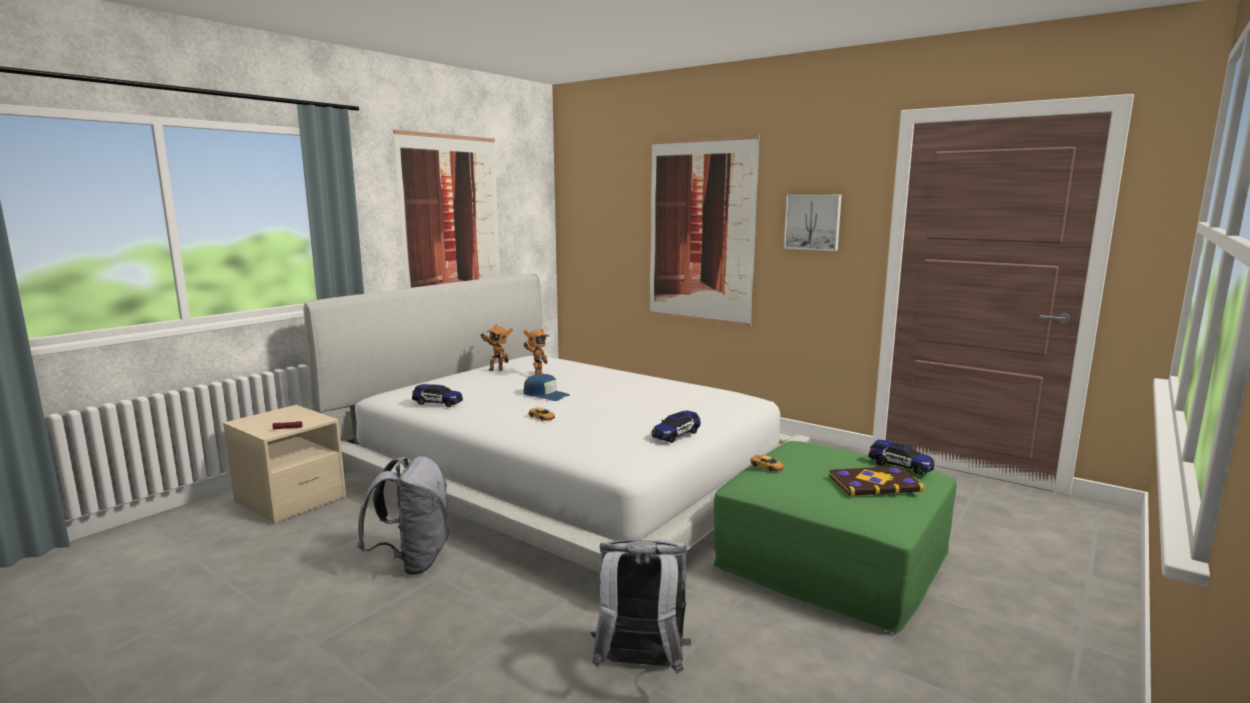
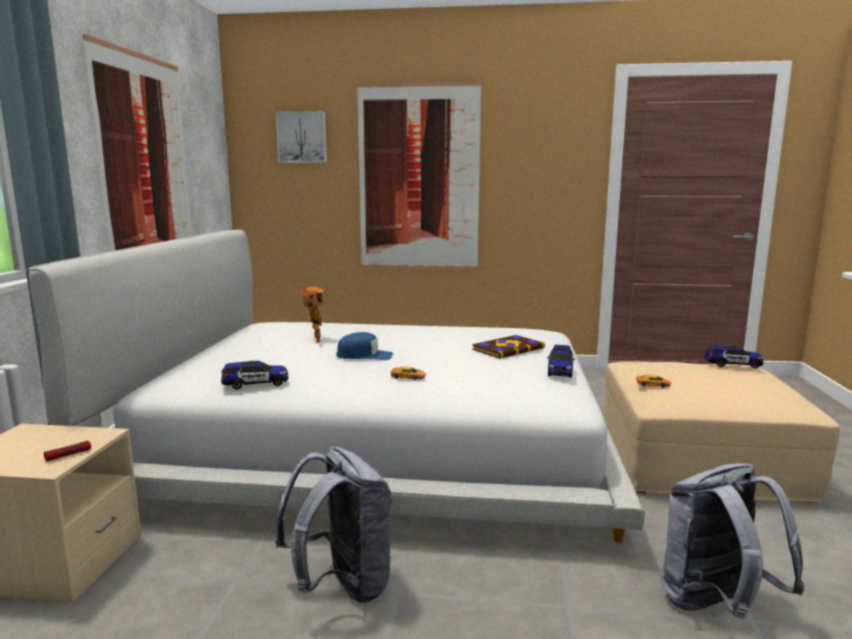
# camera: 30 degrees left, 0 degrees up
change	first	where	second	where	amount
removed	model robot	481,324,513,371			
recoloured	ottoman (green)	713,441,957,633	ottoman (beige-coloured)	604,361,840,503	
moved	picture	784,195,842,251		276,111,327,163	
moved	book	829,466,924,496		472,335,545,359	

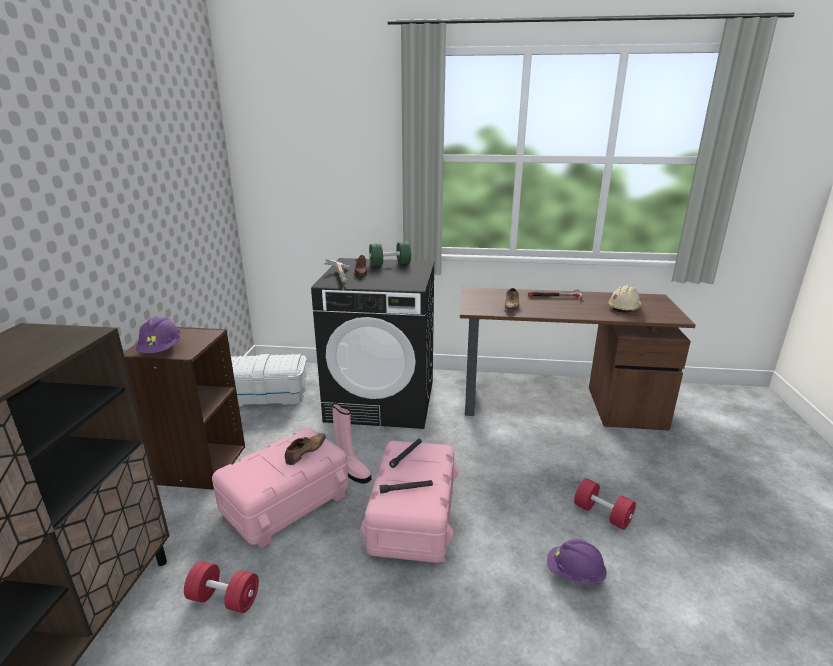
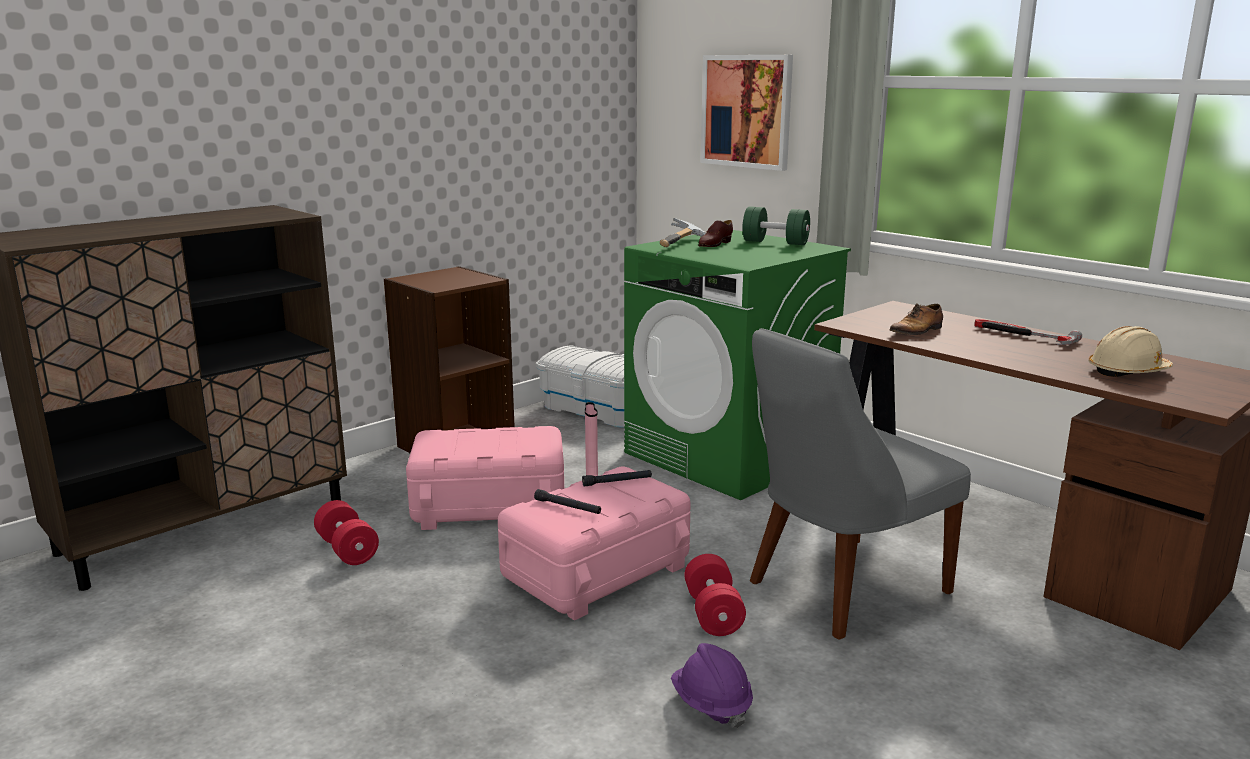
# camera: 40 degrees right, 5 degrees down
change	first	where	second	where	amount
removed	work helmet (purple)	136,317,182,353			
removed	low shoe	285,433,326,465			
recoloured	laundry machine (black)	311,258,435,429	laundry machine (green)	624,230,851,500	
moved	dumbbell (reddish)	574,478,636,530		684,554,746,636	
added			picture	700,55,793,171	
added			upright chair (gray)	750,328,971,640	

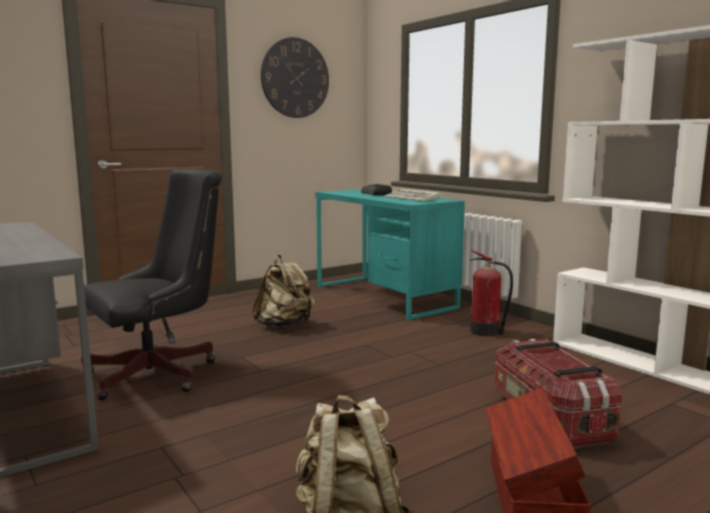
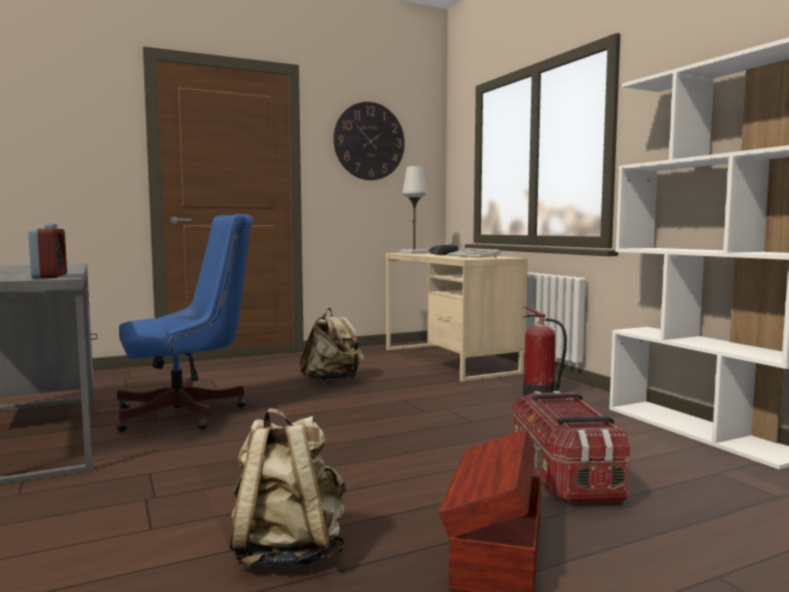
# camera: 10 degrees right, 5 degrees down
change	first	where	second	where	amount
recoloured	desk chair (black)	81,169,222,400	desk chair (bluish)	116,214,254,432	
recoloured	desk table (blue-green)	315,189,465,320	desk table (beige-coloured)	385,253,528,382	
added			alarm clock	28,223,67,278	
added			table lamp (white)	400,166,429,254	

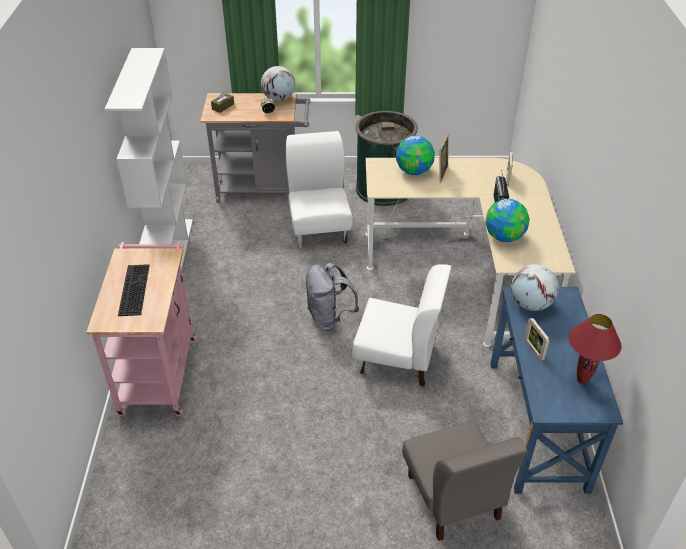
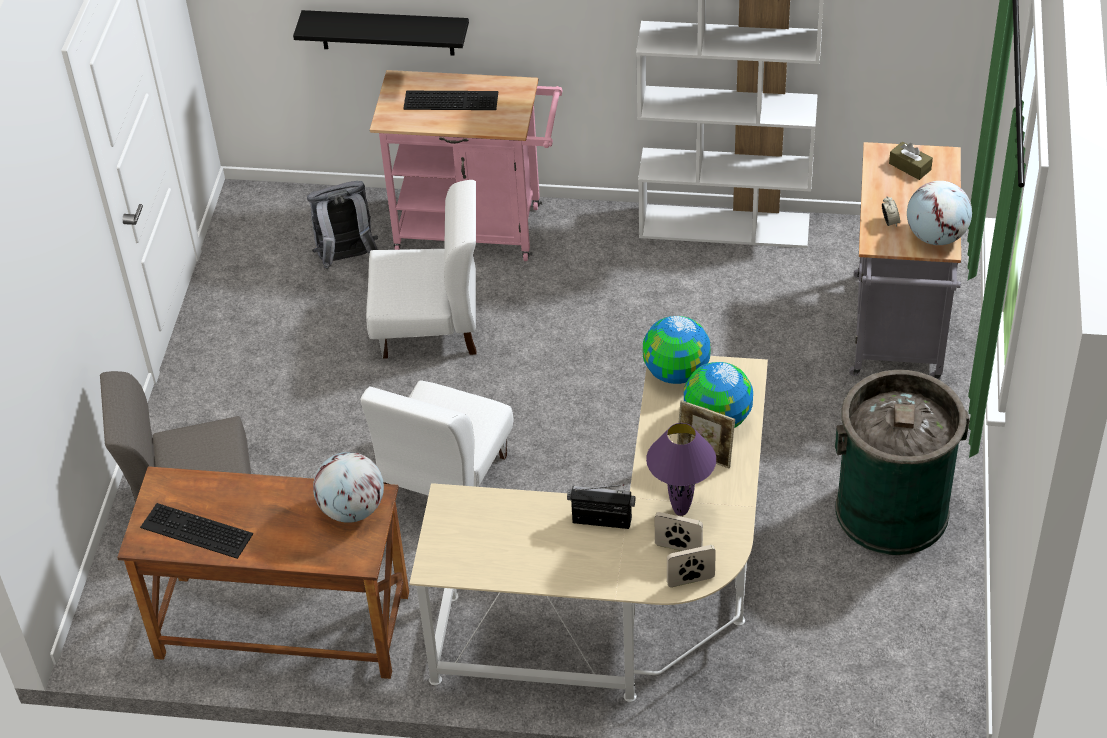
# camera: 100 degrees right, 5 degrees up
change	first	where	second	where	amount
moved	upright chair (white)	286,131,352,248		366,180,476,359	
moved	knapsack (gray)	306,263,359,331		307,181,378,270	
moved	desk globe	485,199,530,242		643,316,710,384	
recoloured	desk table (bluish)	490,287,623,494	desk table (brown)	117,466,409,679	
moved	picture frame	524,318,549,361		667,545,716,587	
replaced	table lamp (reddish)	569,314,621,384	computer keyboard	140,503,253,559	
added			wall shelf (black)	293,10,469,56	
added			table lamp (purple)	646,423,716,516	

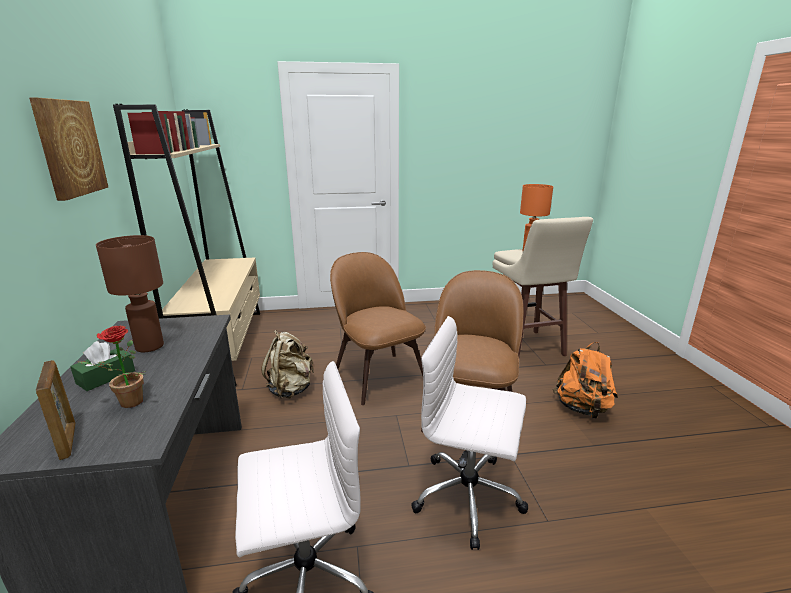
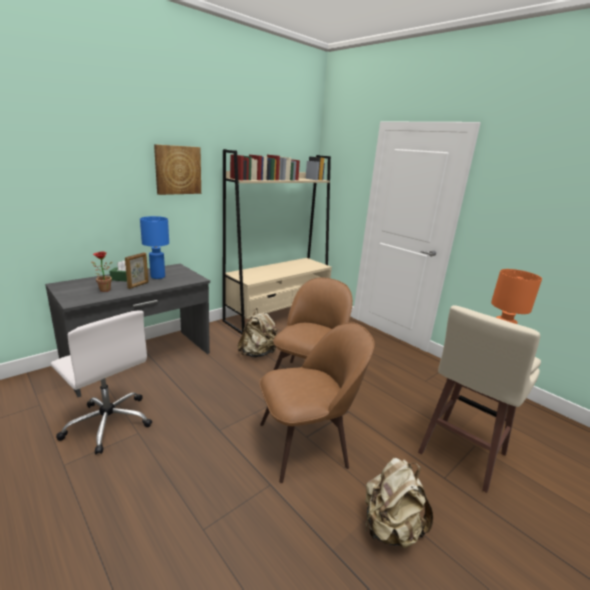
# camera: 55 degrees right, 0 degrees up
change	first	where	second	where	amount
moved	picture frame	36,360,75,460		125,252,148,289	
recoloured	table lamp (brown)	96,235,164,352	table lamp (bluish)	140,216,169,279	
removed	desk chair (white)	411,316,528,550			
recoloured	knapsack (orange)	553,342,618,418	knapsack (beige-coloured)	365,458,433,548	

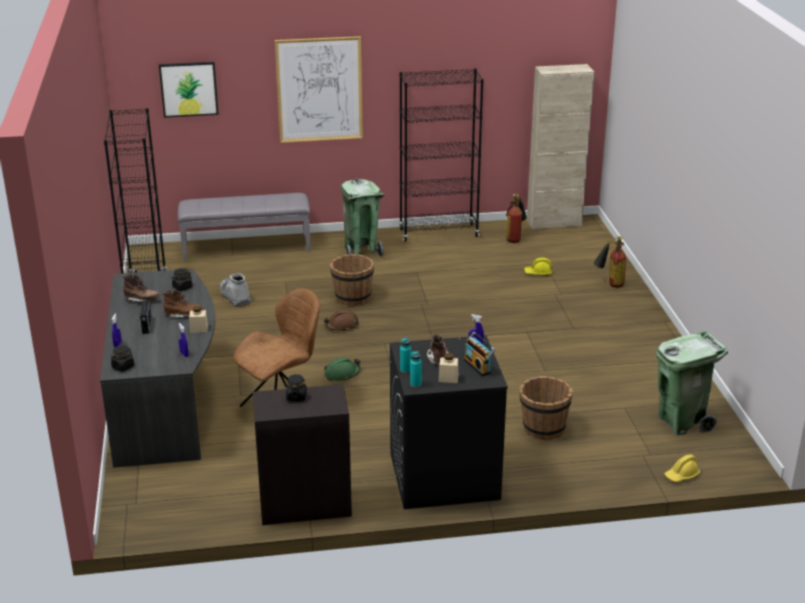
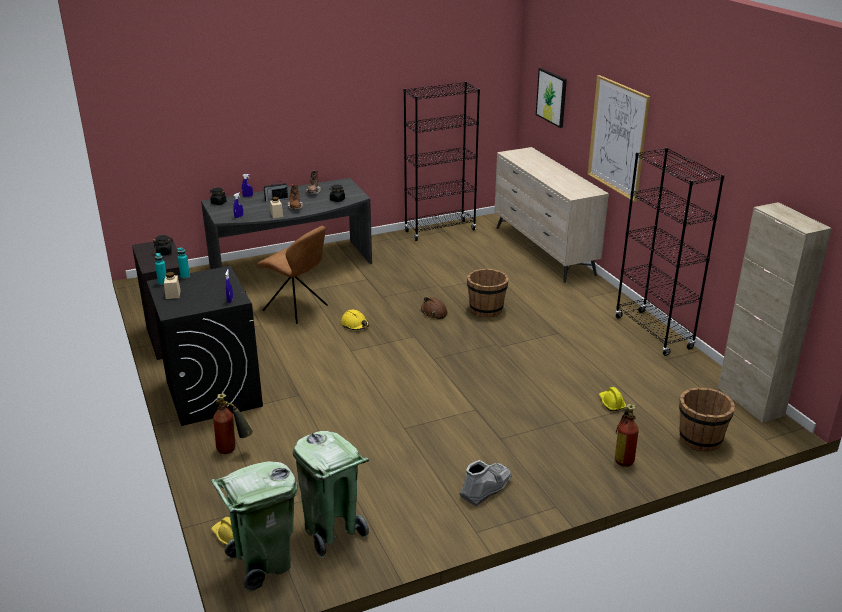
# camera: 75 degrees right, 0 degrees up
change	first	where	second	where	amount
replaced	indoor bench (gray)	178,193,310,260	chest of drawers (beige-coloured)	495,147,609,283	
moved	boot (gray)	220,273,251,307		460,460,512,506	
recoloured	work helmet (green)	324,357,360,381	work helmet (yellow-coloured)	341,310,369,330	
moved	waste bin (green)	340,178,385,257		211,461,298,592	
removed	boot (brown)	427,334,449,364			
removed	radio receiver	464,332,495,376			
moved	extinguisher	506,194,527,243		213,393,253,454	
moved	bucket (brown)	519,376,573,440		679,387,735,452	

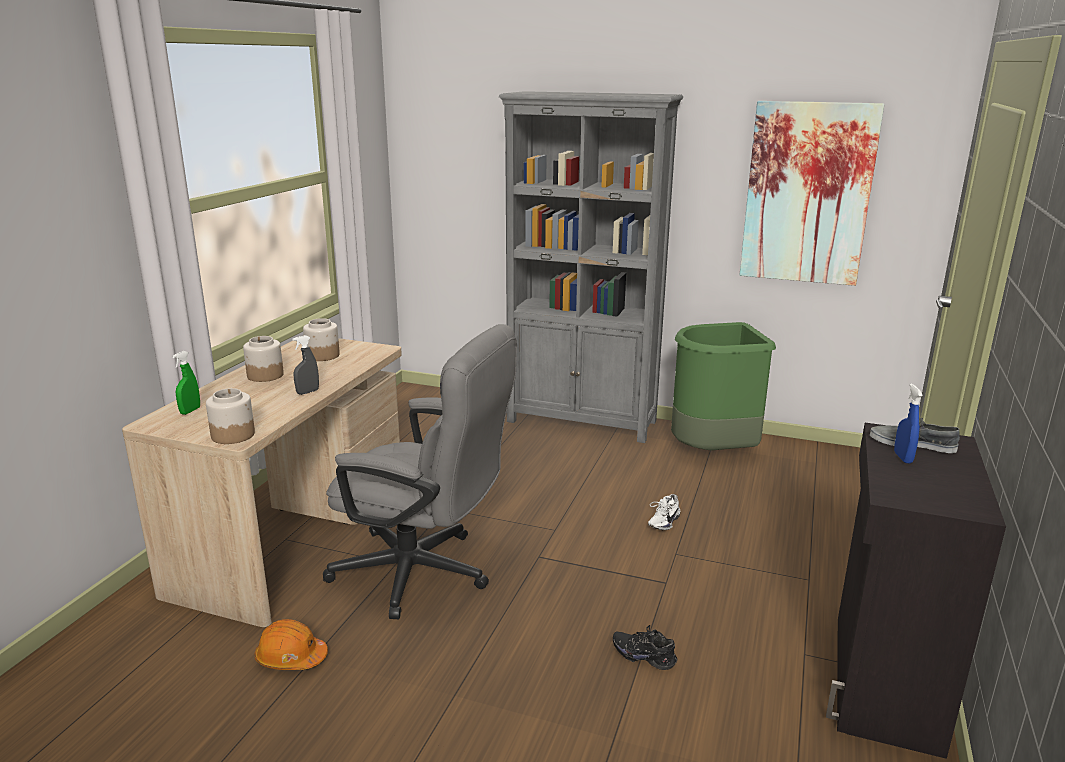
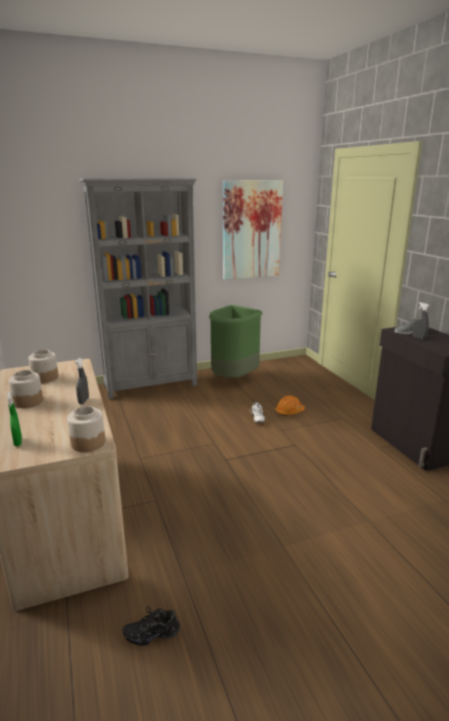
# camera: 40 degrees left, 0 degrees up
change	first	where	second	where	amount
moved	work helmet (orange)	255,619,328,670		275,395,305,416	
removed	desk chair (gray)	323,324,517,619			
moved	low shoe (black)	613,625,677,670		123,606,180,646	
recoloured	hand sprayer (bluish)	894,384,923,463	hand sprayer (gray)	412,302,429,339	

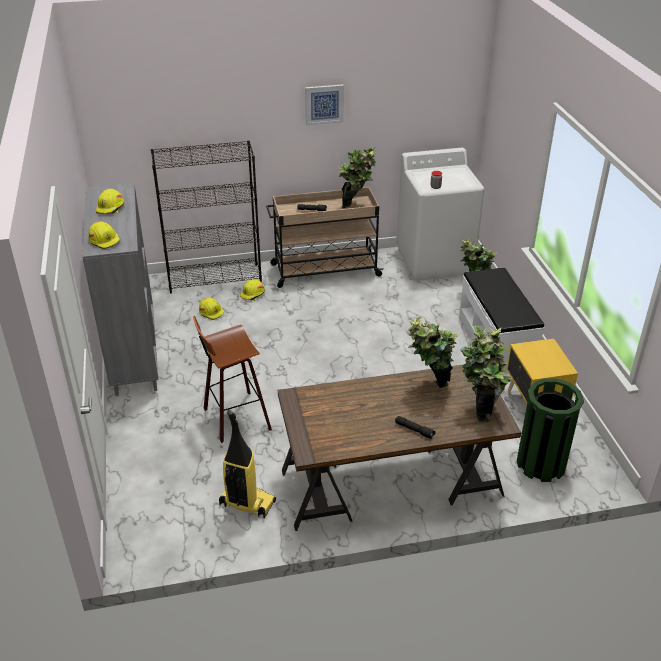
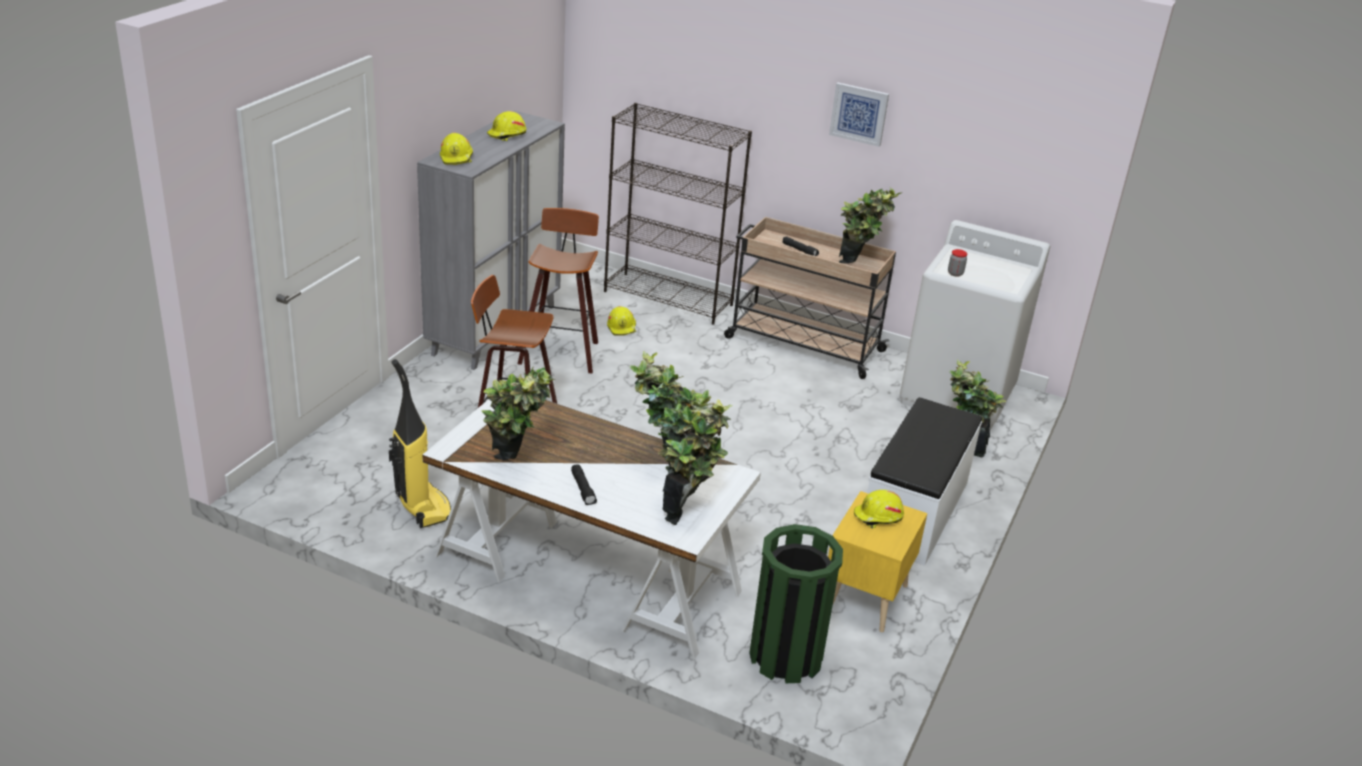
# camera: 35 degrees right, 5 degrees down
change	first	where	second	where	amount
moved	work helmet (yellow-coloured)	240,279,265,301		854,490,904,529	
recoloured	desk table (brown)	278,364,521,531	desk table (white)	422,399,761,660	
added			potted plant	481,367,555,460	
added			stool	518,208,599,374	

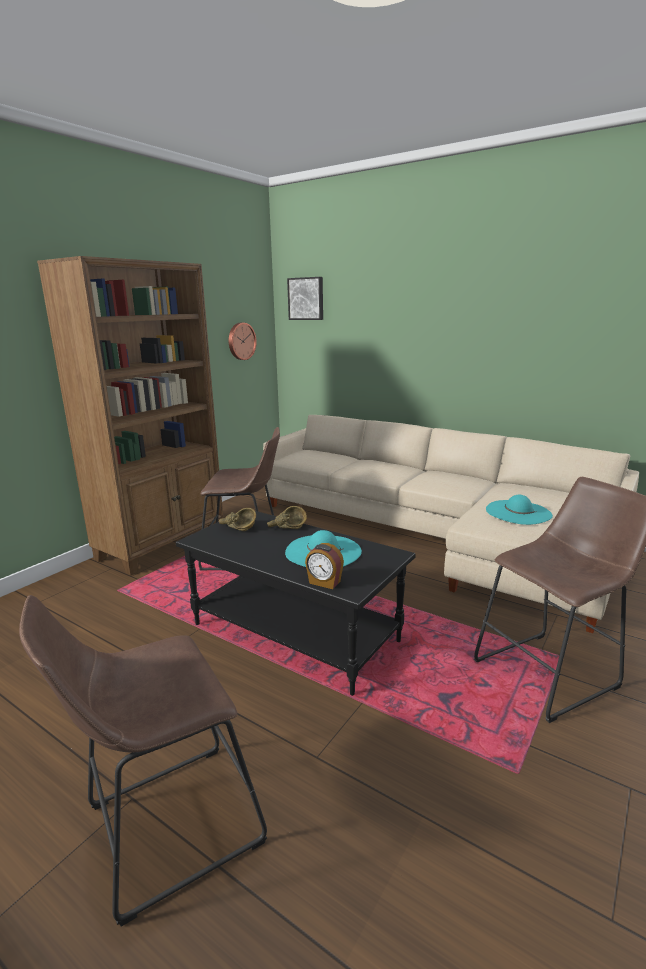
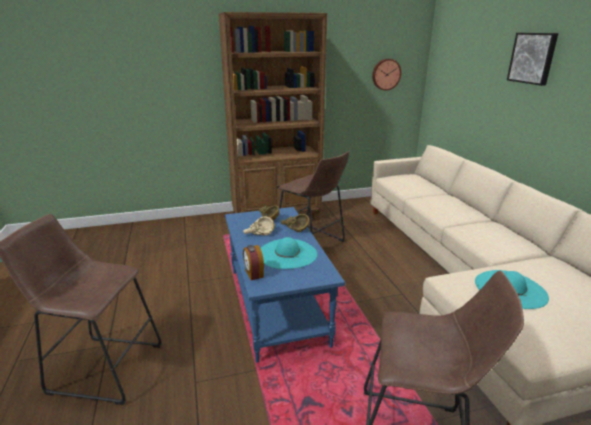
# camera: 40 degrees right, 5 degrees up
change	first	where	second	where	amount
recoloured	low table (black)	176,511,416,696	low table (bluish)	225,207,345,362	
moved	picture	287,277,323,320		507,33,558,86	
added			deep dish (beige-coloured)	243,217,275,235	

